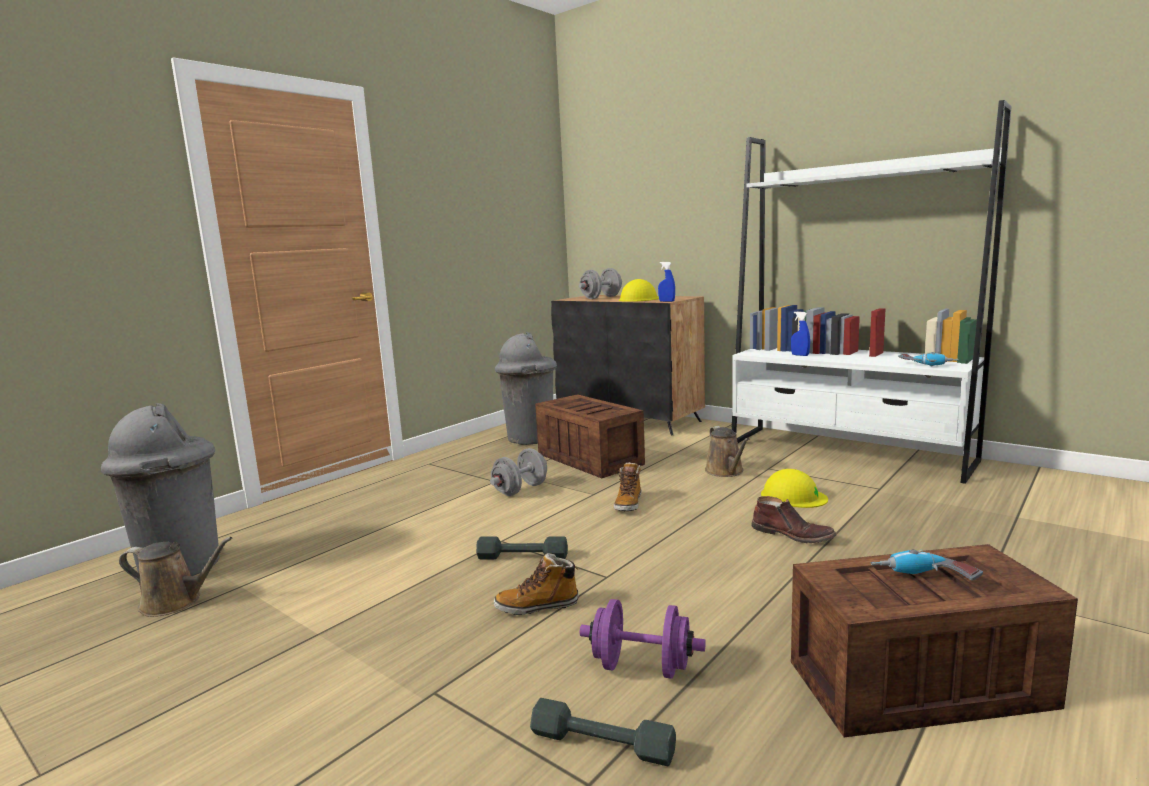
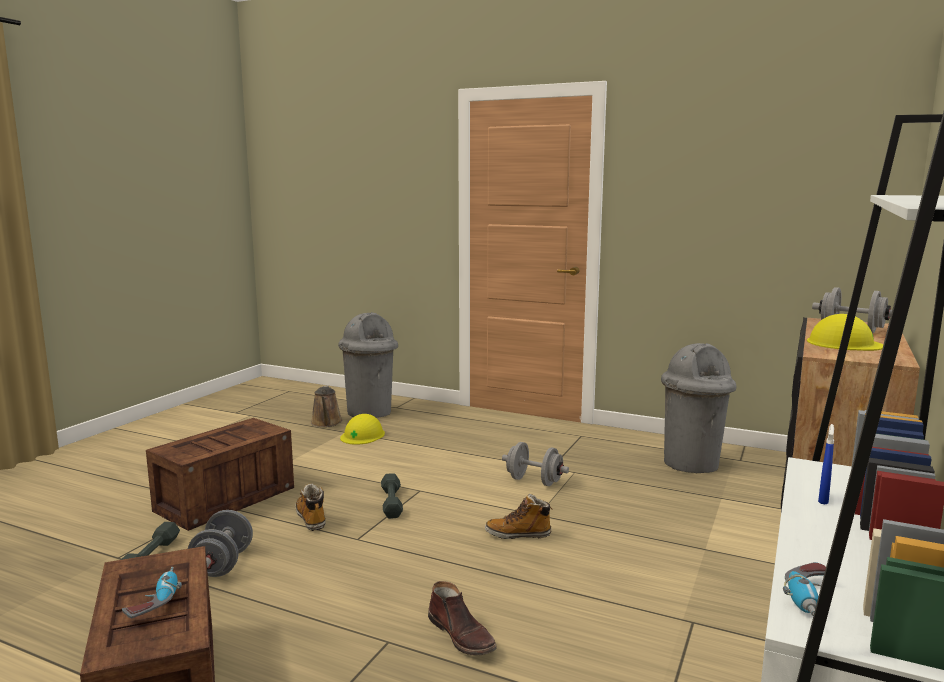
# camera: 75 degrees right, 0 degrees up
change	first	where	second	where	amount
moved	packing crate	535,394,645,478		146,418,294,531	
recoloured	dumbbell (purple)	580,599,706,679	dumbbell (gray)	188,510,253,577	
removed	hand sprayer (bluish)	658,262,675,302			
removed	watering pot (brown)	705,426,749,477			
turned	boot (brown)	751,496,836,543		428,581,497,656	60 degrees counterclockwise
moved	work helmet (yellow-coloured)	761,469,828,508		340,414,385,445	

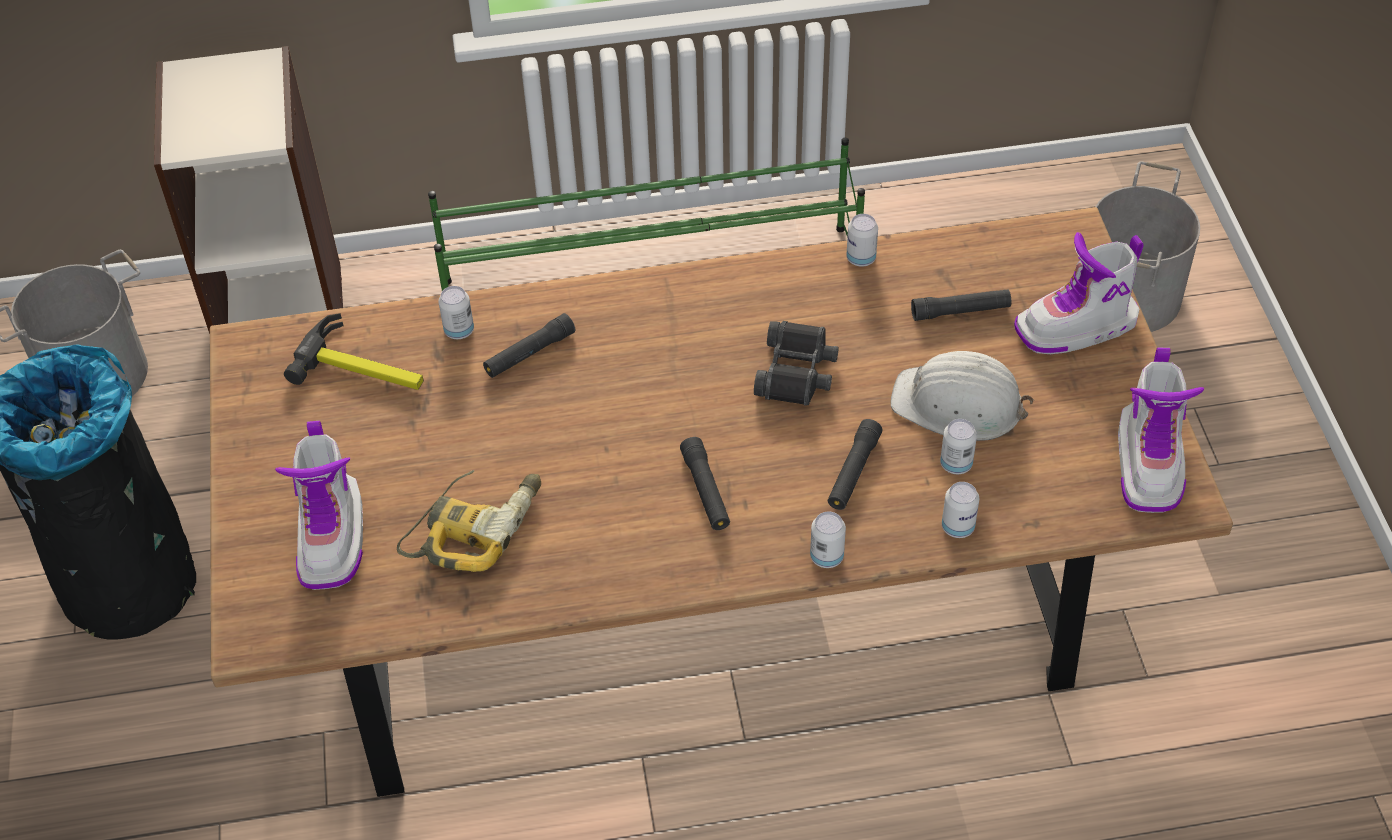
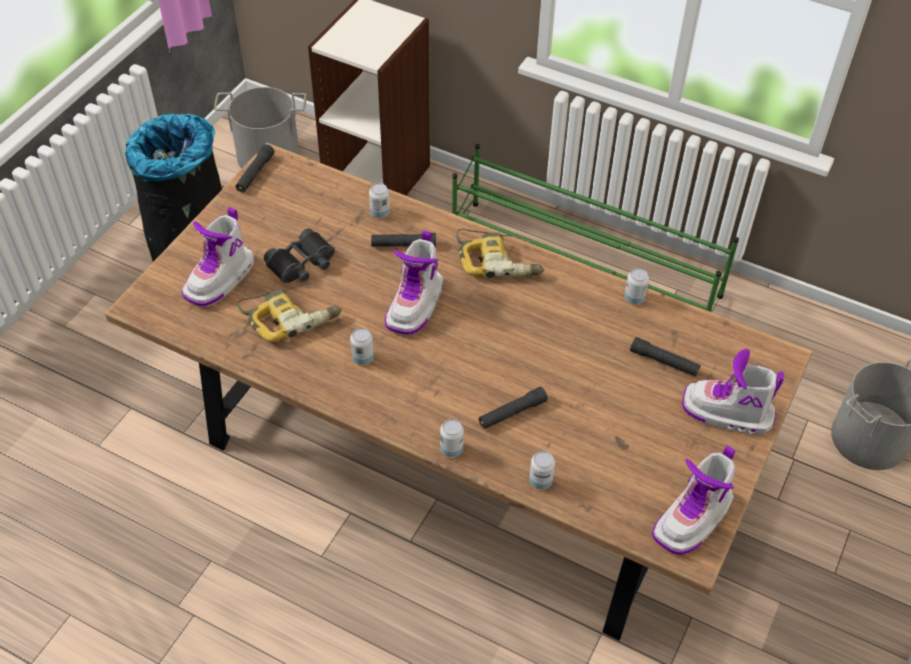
# camera: 35 degrees right, 0 degrees up
change	first	where	second	where	amount
removed	hand hammer	284,313,424,390			
moved	hand torch (black)	680,437,730,530		236,144,274,193	
moved	pair of binoculars (black)	754,321,839,406		264,228,335,283	
removed	work helmet (white)	891,351,1034,441			
moved	sealed can	940,419,977,474		350,328,374,365	
added			boot	385,230,443,335	
added			drill	456,229,544,278	

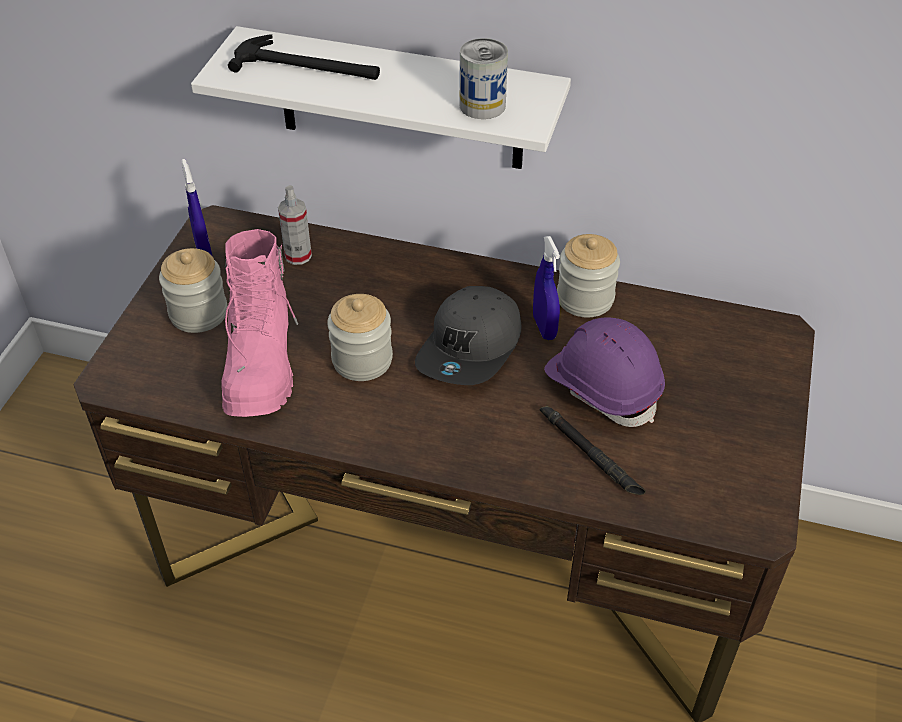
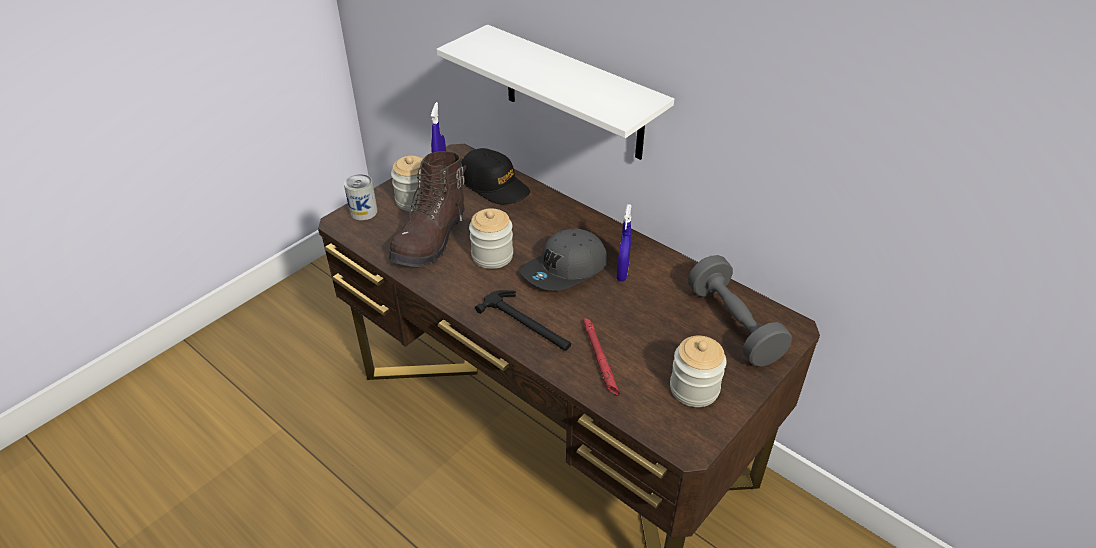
# camera: 25 degrees right, 5 degrees down
change	first	where	second	where	amount
recoloured	boot (pink-coloured)	222,229,298,417	boot (brown)	389,151,466,267	
moved	hand hammer	228,34,380,80		475,290,571,351	
replaced	hand sprayer	278,185,312,265	baseball cap (black)	461,148,530,204	
moved	sealed can	460,38,508,119		344,174,378,220	
recoloured	hand torch (black)	539,406,646,495	hand torch (reddish)	583,318,620,396	
removed	work helmet (purple)	544,317,665,427			
moved	storage jar	557,234,620,317		670,336,726,407	
added			dumbbell (gray)	688,255,792,367	

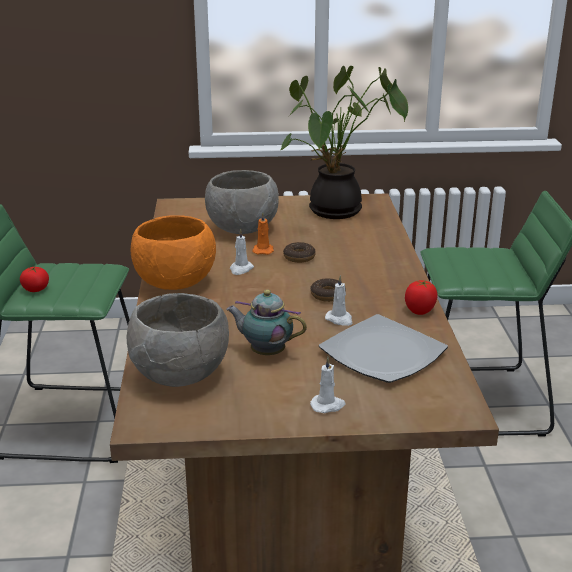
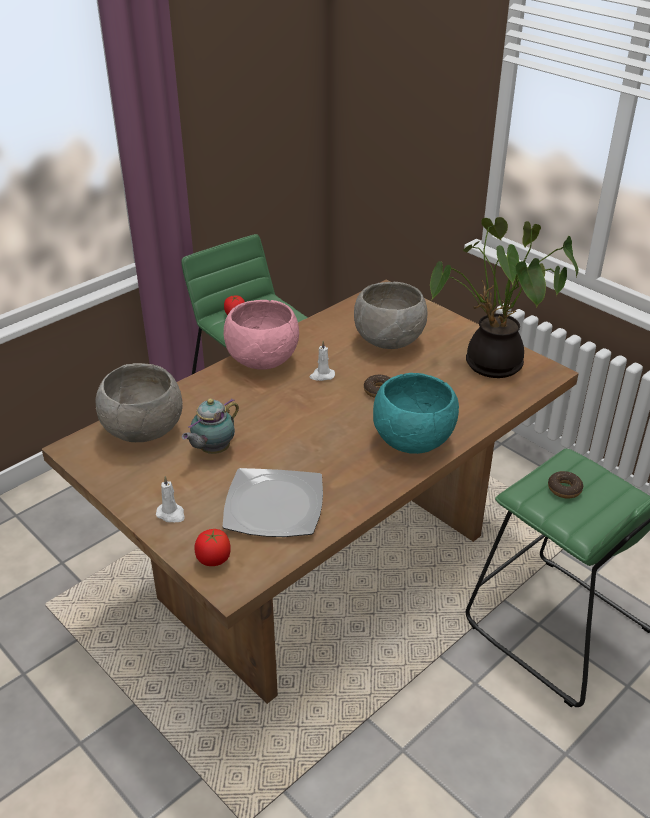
# camera: 50 degrees right, 10 degrees up
change	first	where	second	where	amount
recoloured	deep dish (orange)	130,215,216,290	deep dish (pink-coloured)	224,300,299,370	
turned	pot for tea	226,290,307,355		182,398,239,454	120 degrees counterclockwise
removed	candle (orange)	252,212,274,255			
moved	donut	310,278,346,302		548,471,583,499	
removed	candle (white)	325,275,353,326			
moved	fresh tomato	405,280,438,315		194,529,231,566	
added			deep dish (blue-green)	373,373,459,454	

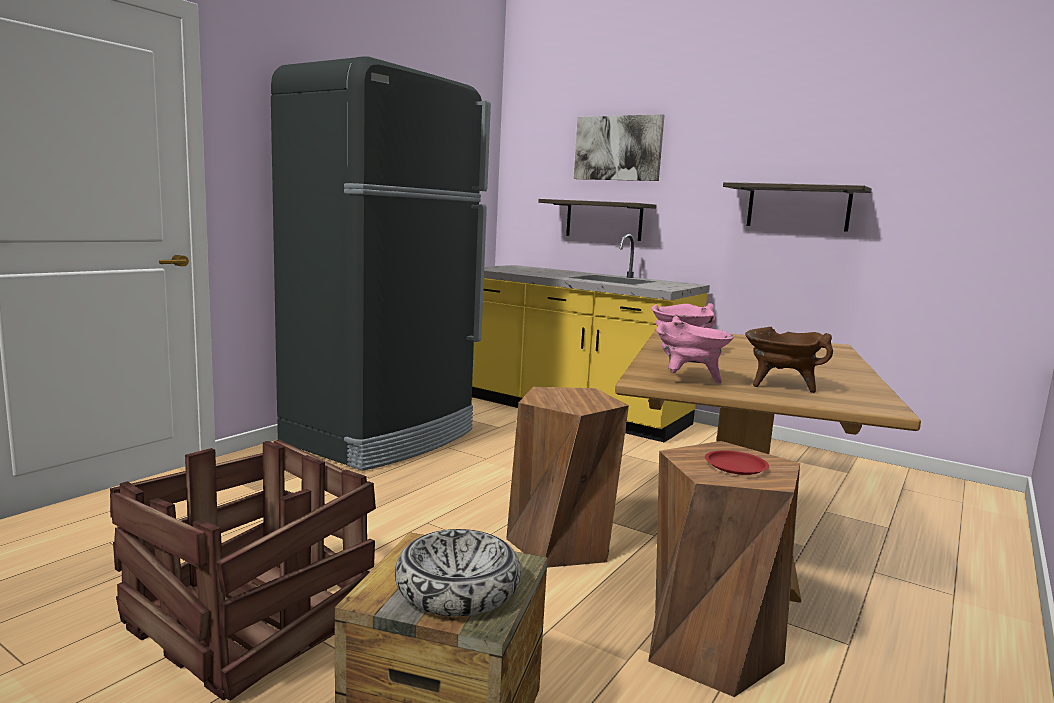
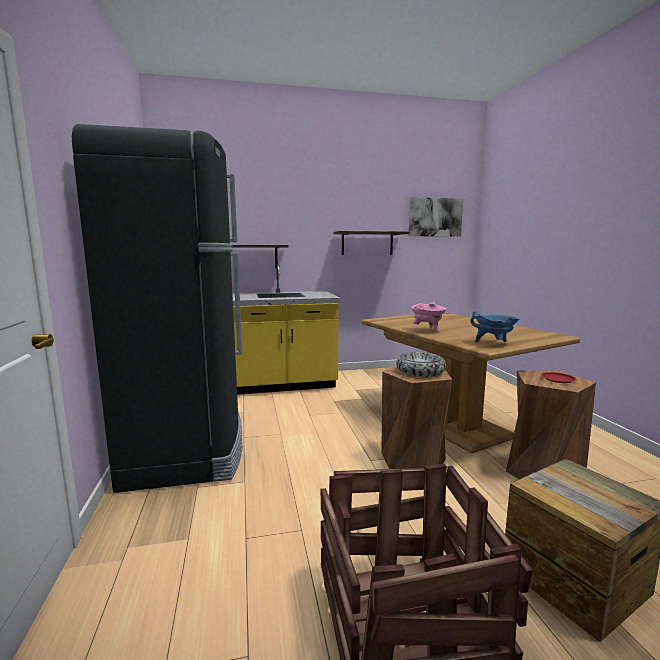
# camera: 45 degrees left, 0 degrees up
change	first	where	second	where	amount
moved	deep dish	395,529,521,617		396,352,446,377	
moved	picture	574,114,665,181		409,197,463,237	
recoloured	saucepot (pink-coloured)	656,316,734,383	saucepot (bluish)	470,311,519,342	
removed	saucepot (brown)	745,327,833,393			

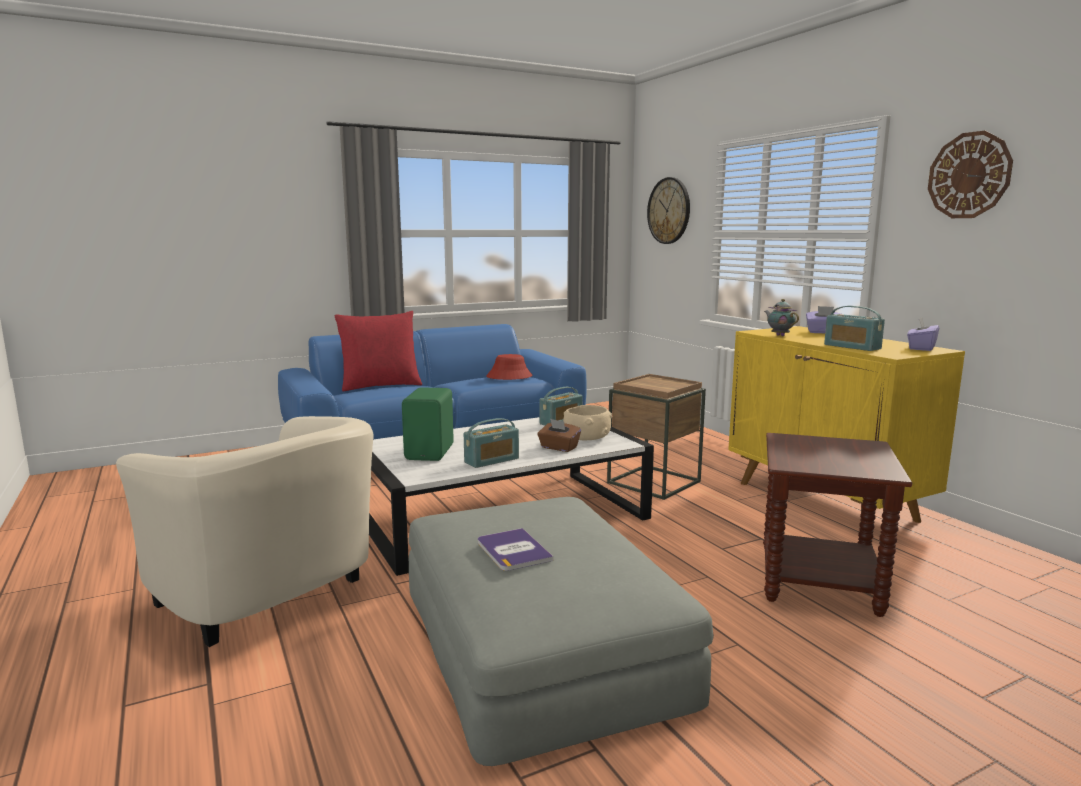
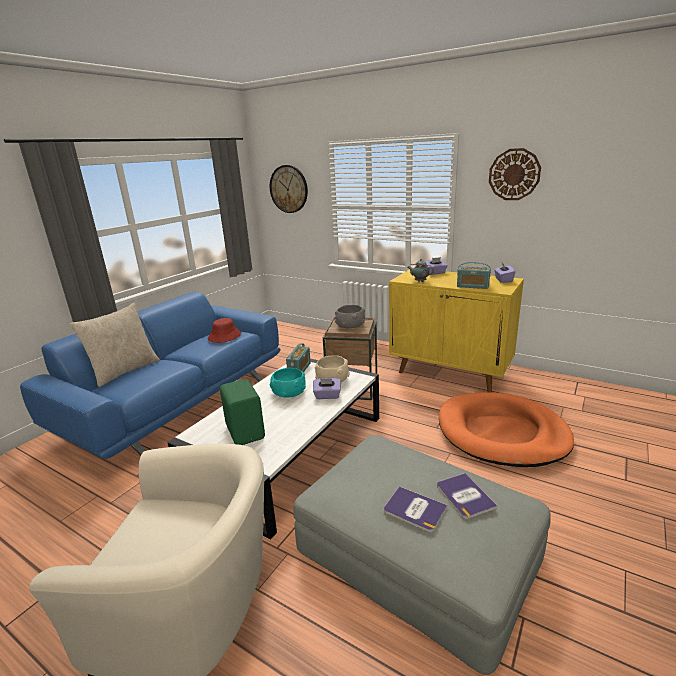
# camera: 30 degrees left, 10 degrees up
change	first	where	second	where	amount
recoloured	cushion (reddish)	334,311,422,391	cushion (beige-coloured)	69,303,160,387	
removed	radio receiver	464,418,519,468			
recoloured	box of tissues (brown)	537,419,581,452	box of tissues (purple)	313,378,341,399	
replaced	side table (brown)	763,433,912,617	pet bed (orange)	439,392,574,467	
added			deep dish (blue-green)	269,368,306,397	
added			deep dish (gray)	335,305,365,328	
added			book	437,473,497,519	

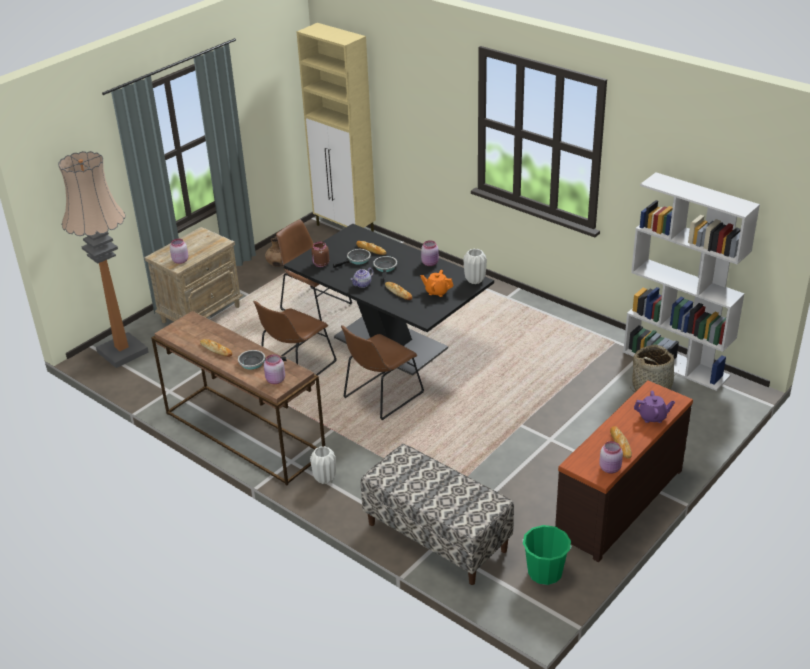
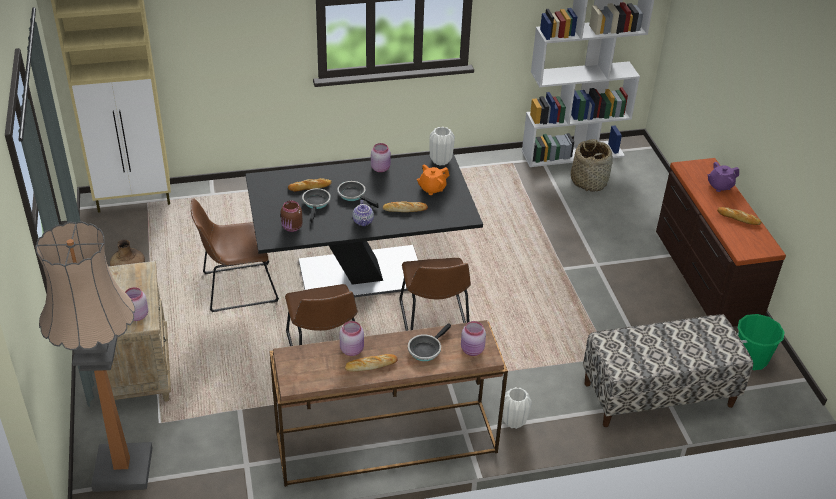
# camera: 55 degrees left, 5 degrees up
change	first	where	second	where	amount
moved	storage jar (pink-coloured)	599,441,623,474		340,321,364,356	
turned	pot for tea (purple)	634,391,675,423		708,162,739,192	150 degrees counterclockwise

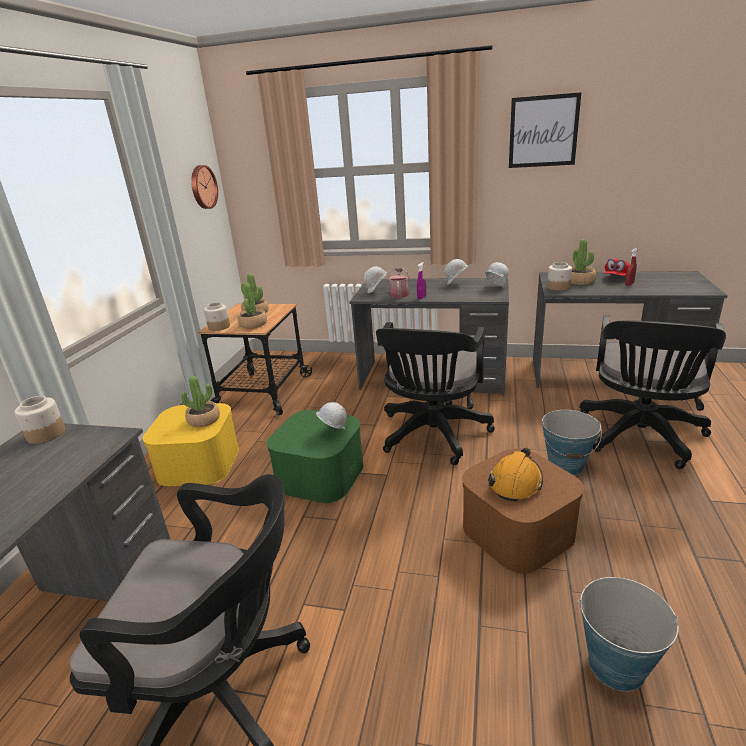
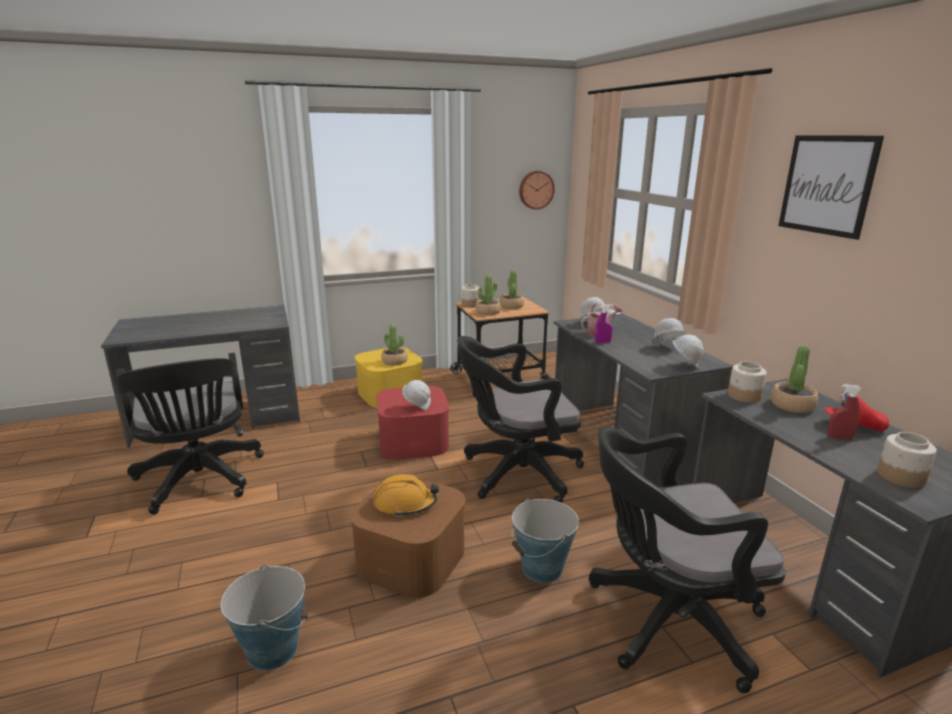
# camera: 55 degrees right, 5 degrees down
change	first	where	second	where	amount
moved	storage jar	15,396,65,444		877,432,937,488	
recoloured	storage box (green)	267,410,364,503	storage box (reddish)	376,386,449,460	

